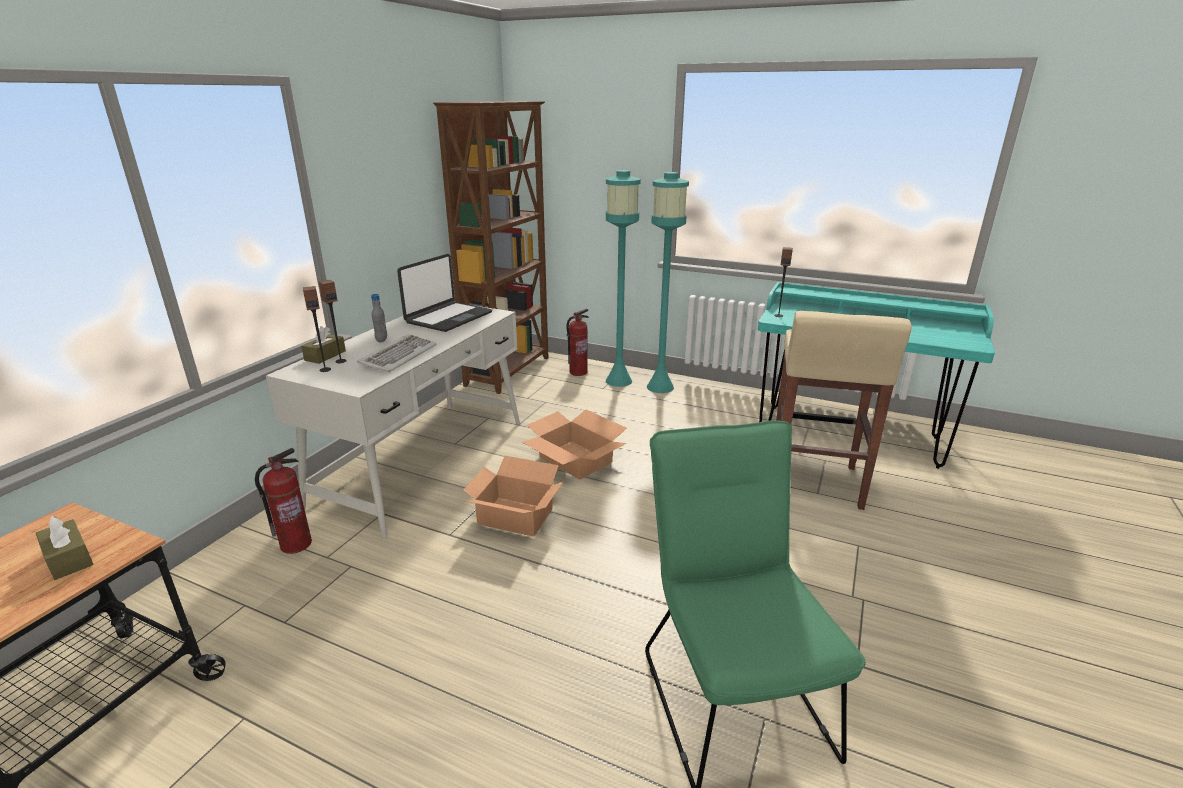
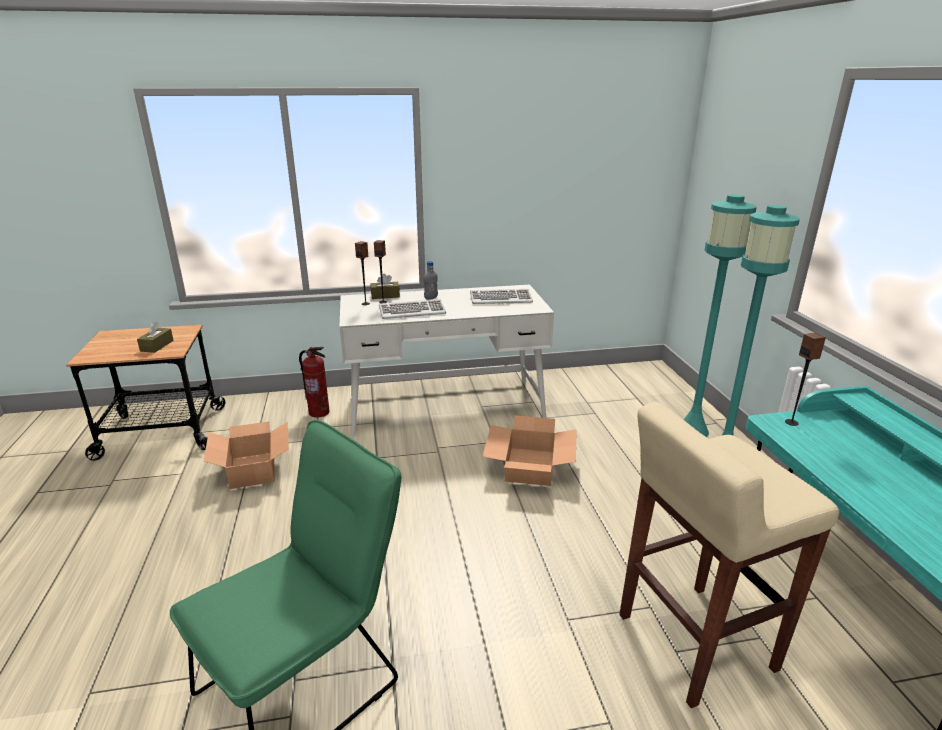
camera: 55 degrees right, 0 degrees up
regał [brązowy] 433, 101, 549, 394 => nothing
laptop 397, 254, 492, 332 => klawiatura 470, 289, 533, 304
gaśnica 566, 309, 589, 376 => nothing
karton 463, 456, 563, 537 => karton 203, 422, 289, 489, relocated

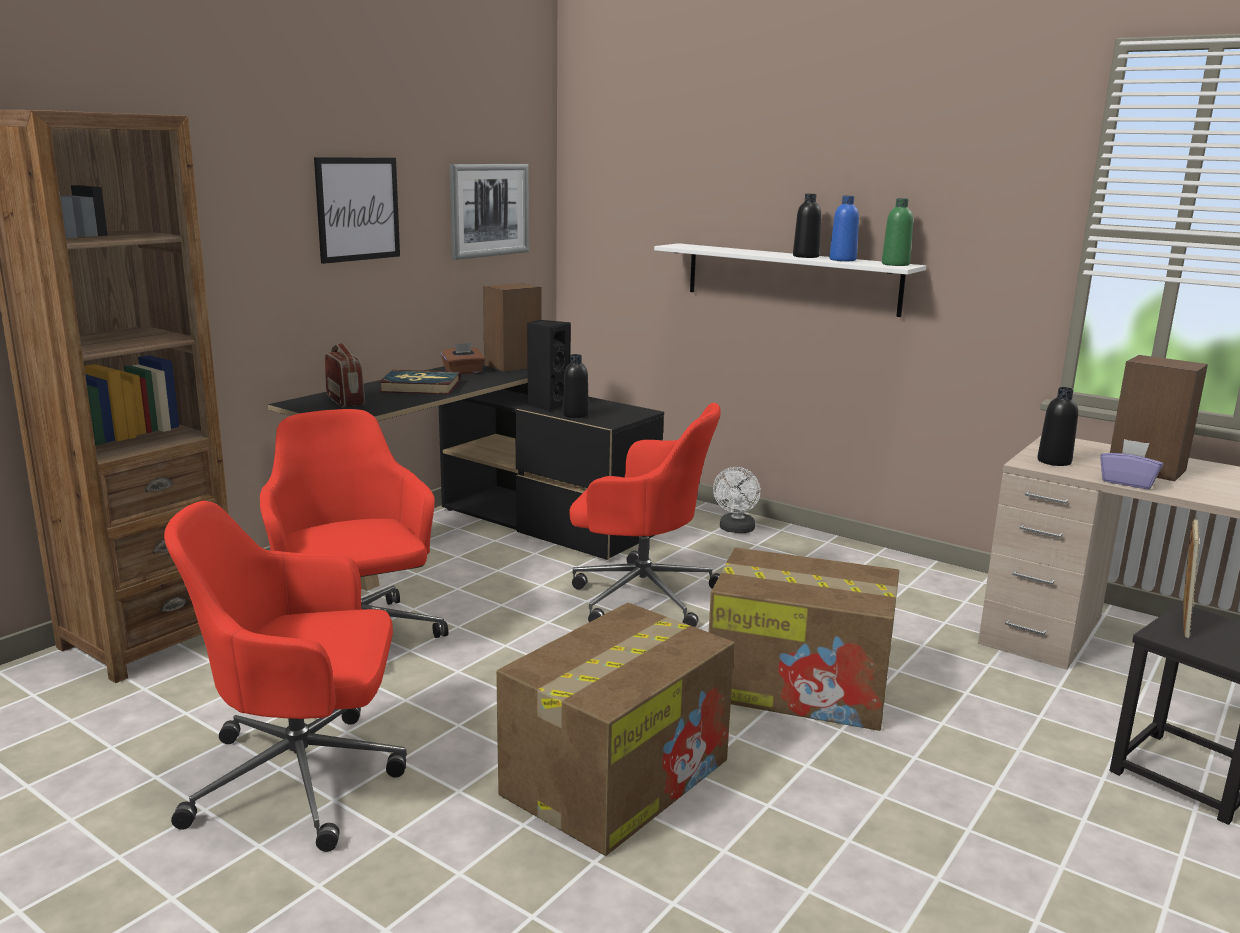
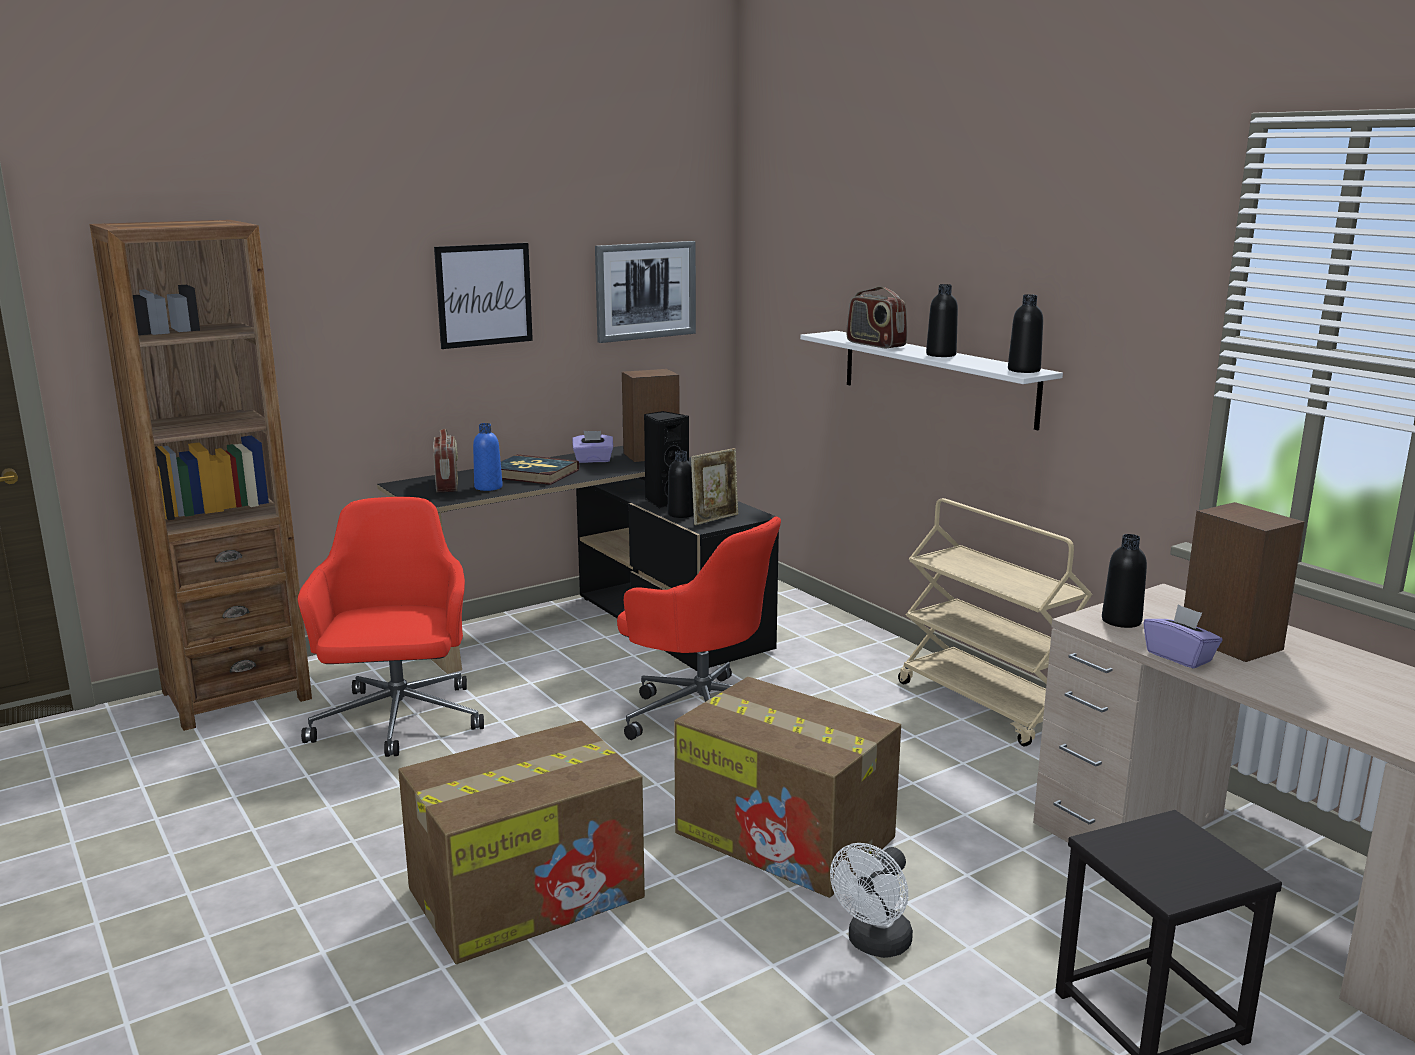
camera: 20 degrees right, 0 degrees up
butelka [niebieski] 829, 196, 859, 261 => butelka [niebieski] 473, 423, 503, 491, relocated
butelka [zielony] 882, 198, 913, 266 => butelka [czarny] 1008, 294, 1043, 373
pudełko chusteczek [brązowy] 441, 343, 485, 374 => pudełko chusteczek [fioletowy] 572, 431, 613, 463
wentylator [biały] 713, 467, 761, 533 => wentylator [biały] 830, 843, 913, 958, relocated
krzesło biurowe [czerwony] 164, 501, 407, 852 => nothing
ramka na zdjęcie 1183, 519, 1200, 638 => ramka na zdjęcie 691, 448, 738, 525, relocated
nothing => radio 846, 286, 907, 348
nothing => wózek [beżowy] 898, 498, 1092, 747

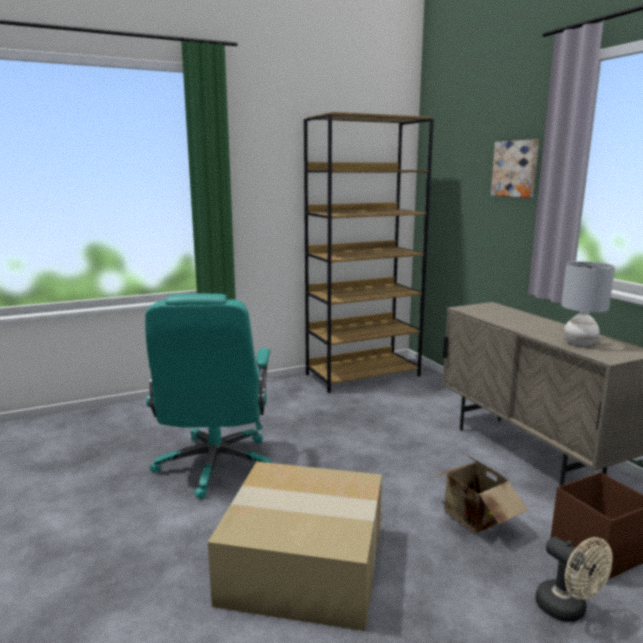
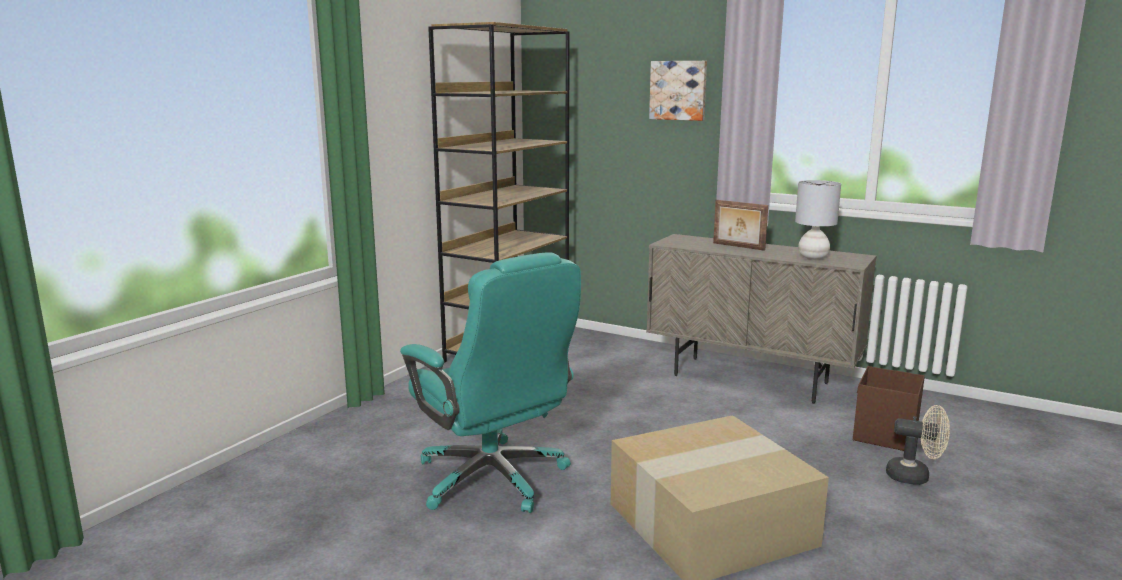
camera: 35 degrees left, 0 degrees up
karton 430, 453, 528, 534 => nothing
nothing => ramka na zdjęcie 713, 200, 768, 251

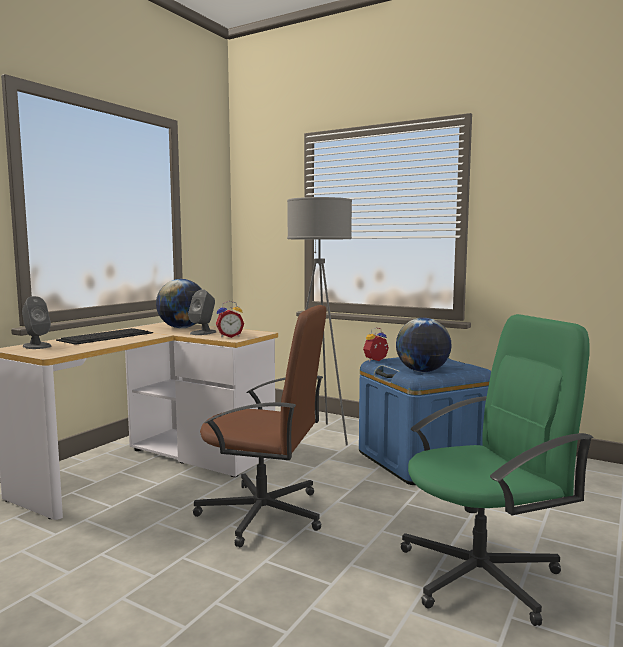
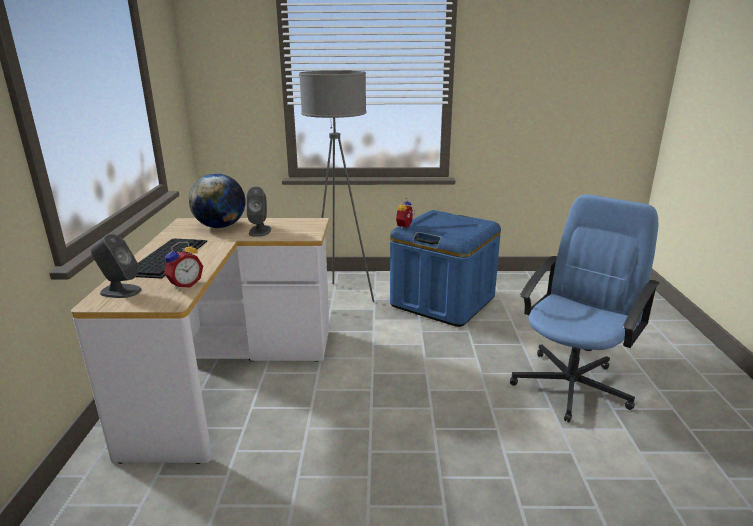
camera: 30 degrees left, 15 degrees up
budzik 216, 301, 244, 338 => budzik 164, 242, 203, 290, relocated
krzesło biurowe [brązowy] 193, 305, 326, 547 => nothing
krzesło biurowe [zielony] 401, 314, 594, 626 => krzesło biurowe [niebieski] 510, 194, 660, 422
globus 396, 318, 452, 372 => nothing

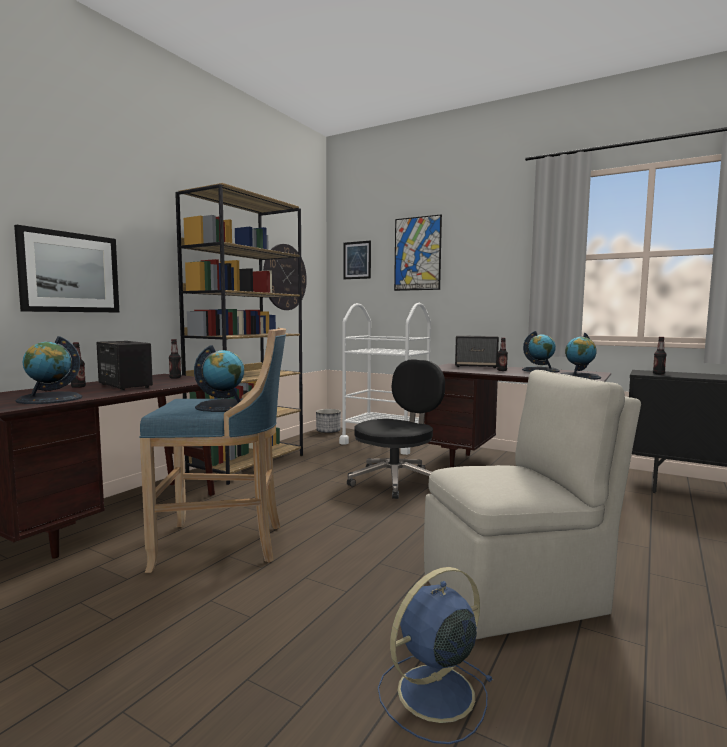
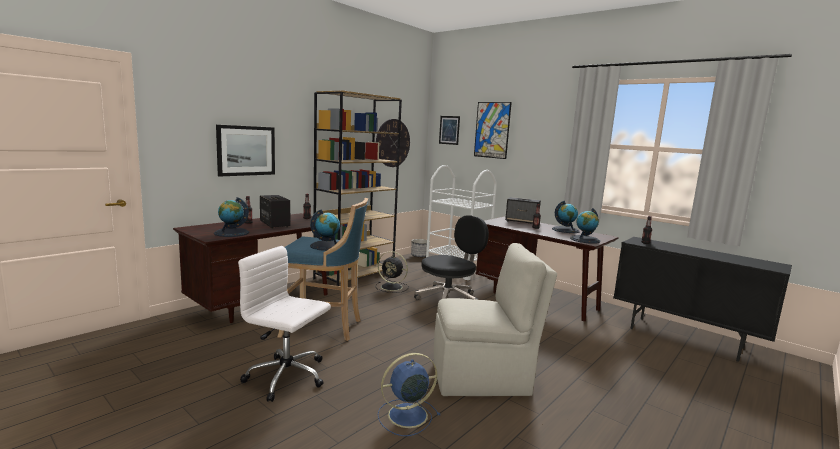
camera: 10 degrees right, 5 degrees up
nothing => krzesło biurowe [biały] 238, 246, 331, 402
nothing => wentylator [czarny] 376, 251, 409, 293

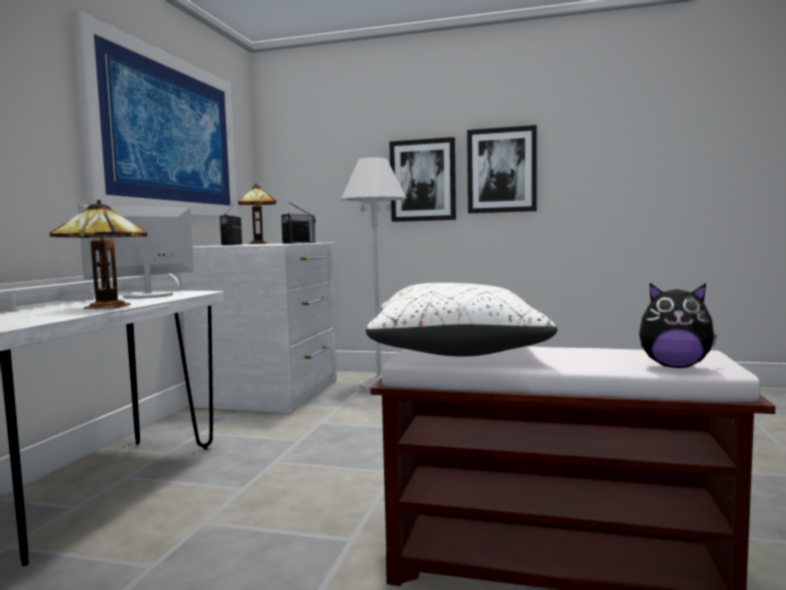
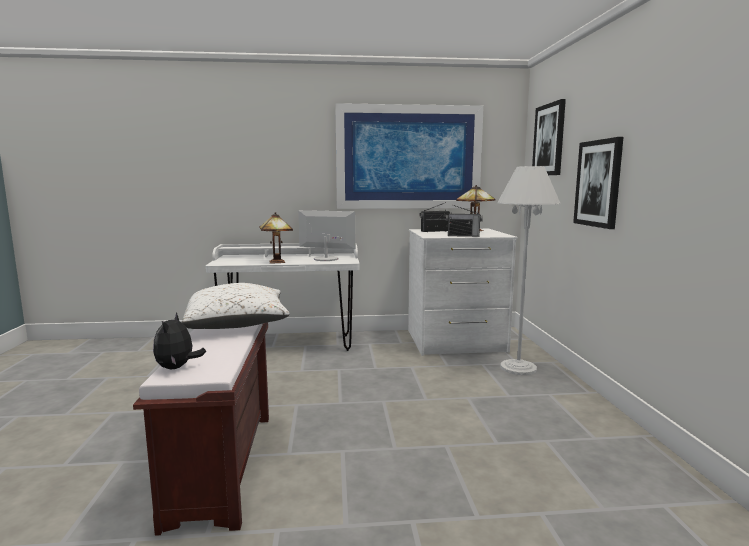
camera: 70 degrees right, 5 degrees up
obraz 467, 125, 537, 213 => obraz 532, 99, 566, 175, relocated

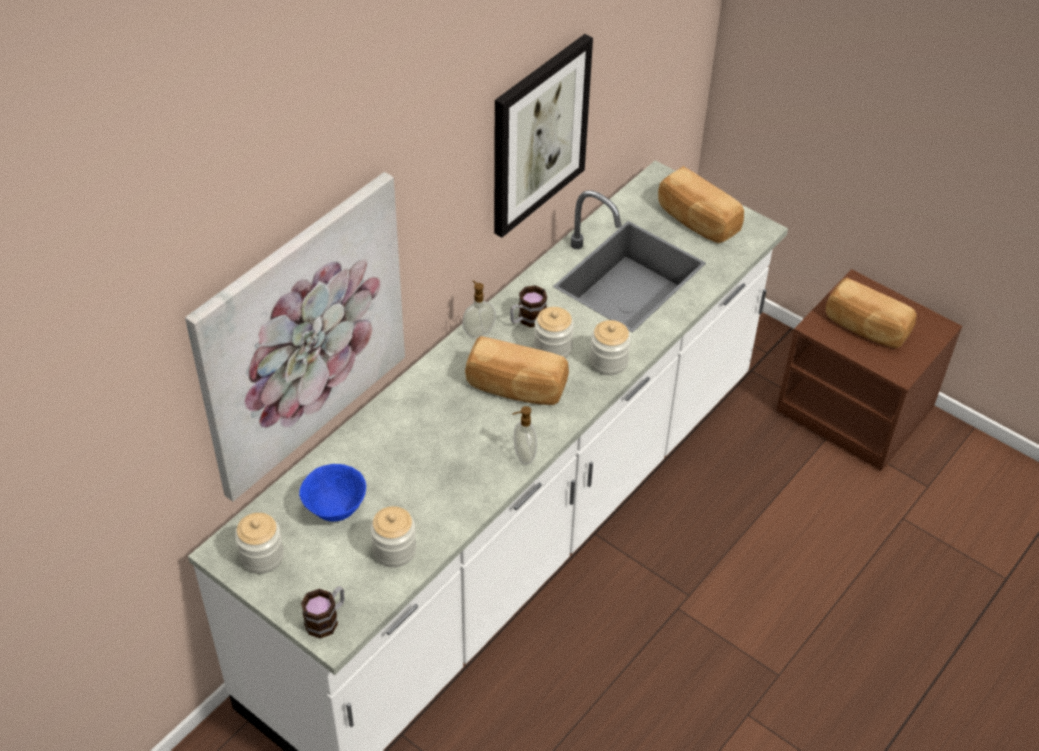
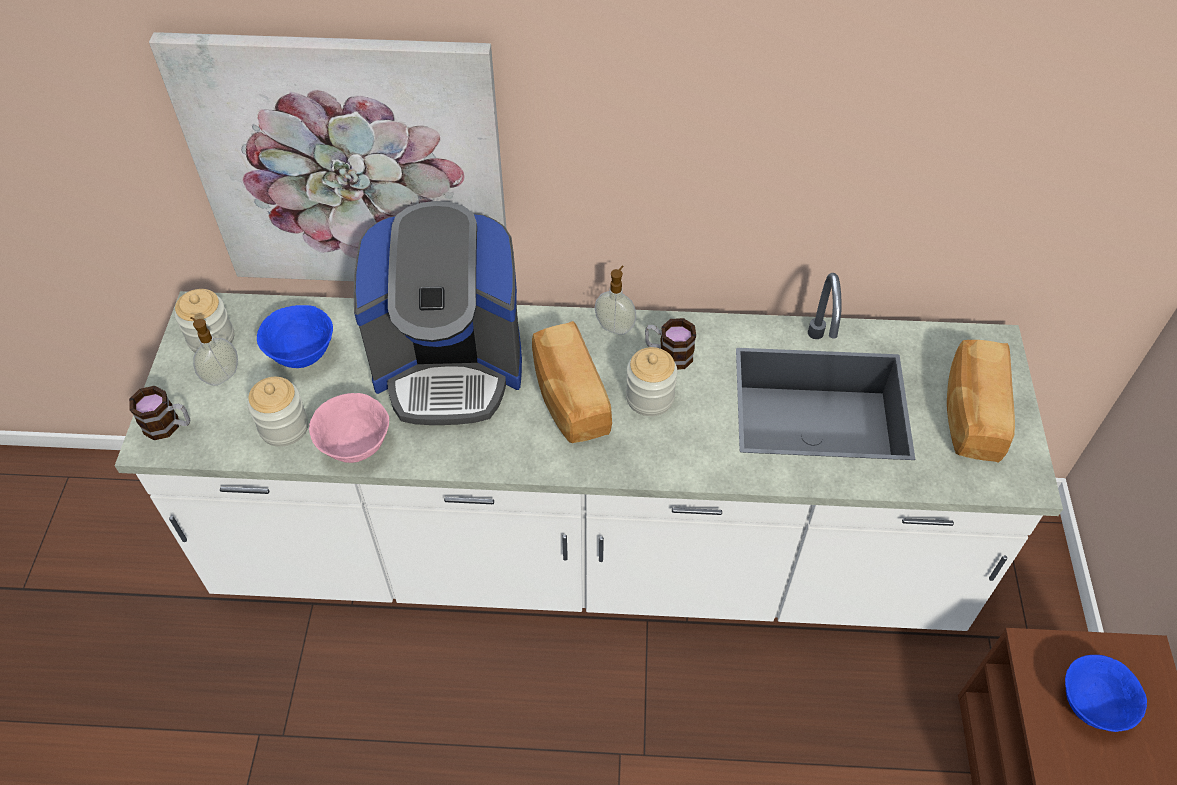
camera: 55 degrees right, 5 degrees up
obraz 494, 34, 593, 238 => nothing
chleb 826, 278, 917, 348 => miska [niebieski] 1065, 655, 1147, 732
słoik 590, 320, 631, 375 => nothing
dozownik mydła 513, 406, 537, 464 => dozownik mydła 191, 317, 238, 386, relocated
nothing => ekspres do kawy 354, 201, 522, 425
nothing => miska [różowy] 309, 393, 389, 463

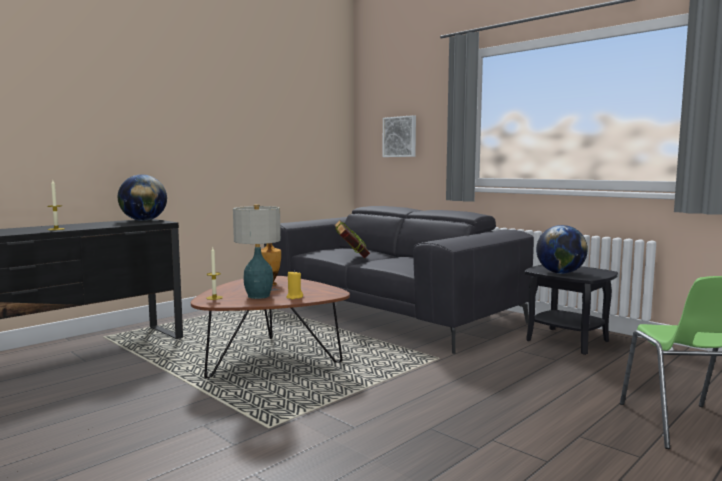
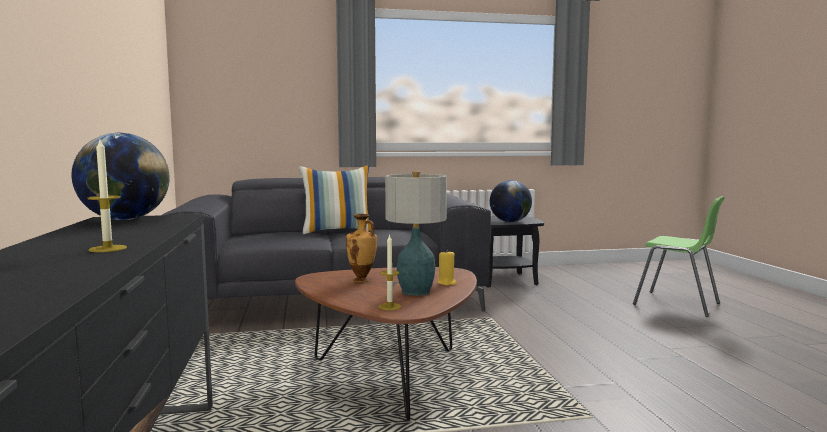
camera: 55 degrees left, 0 degrees up
obraz 383, 115, 416, 157 => nothing
książka 334, 220, 370, 258 => nothing
nothing => poduszka 299, 165, 371, 234

